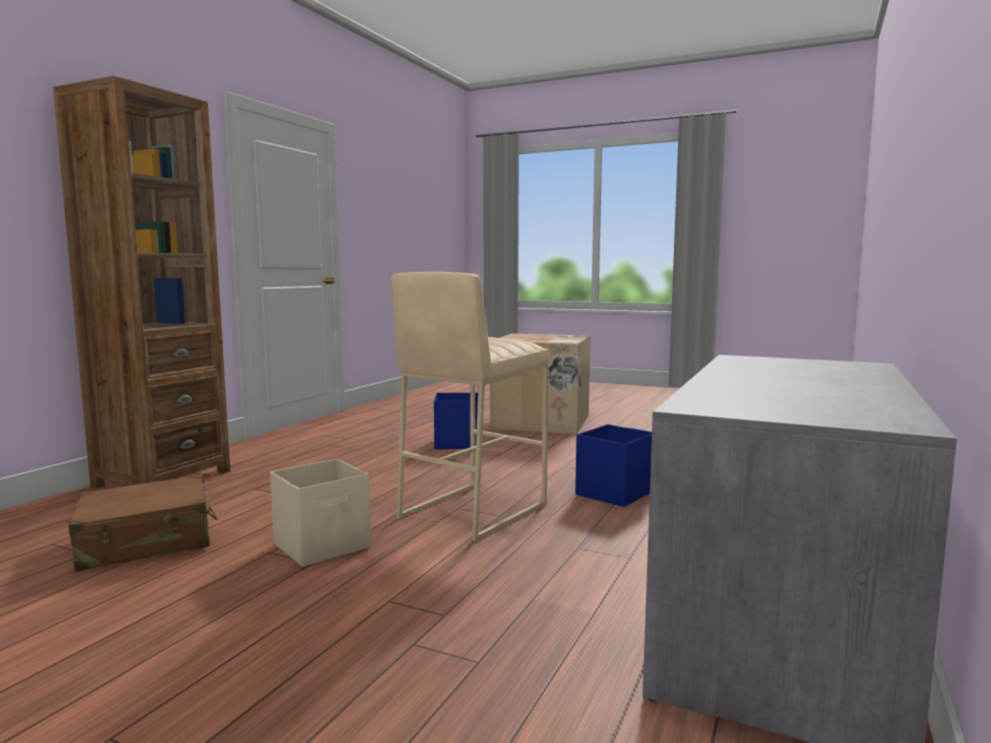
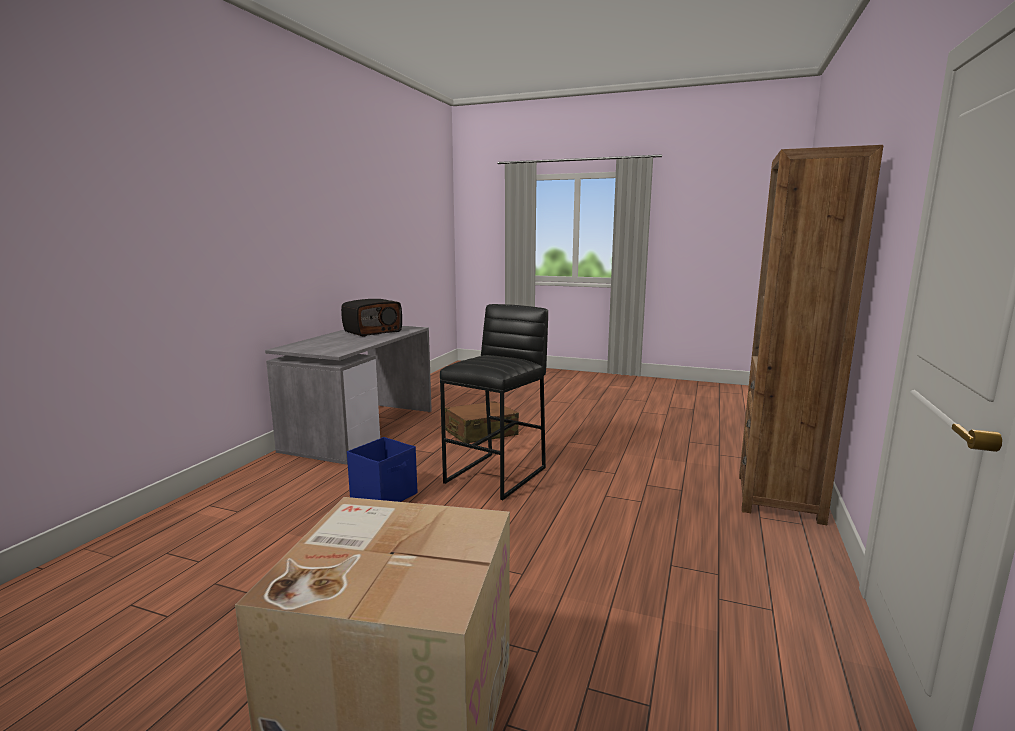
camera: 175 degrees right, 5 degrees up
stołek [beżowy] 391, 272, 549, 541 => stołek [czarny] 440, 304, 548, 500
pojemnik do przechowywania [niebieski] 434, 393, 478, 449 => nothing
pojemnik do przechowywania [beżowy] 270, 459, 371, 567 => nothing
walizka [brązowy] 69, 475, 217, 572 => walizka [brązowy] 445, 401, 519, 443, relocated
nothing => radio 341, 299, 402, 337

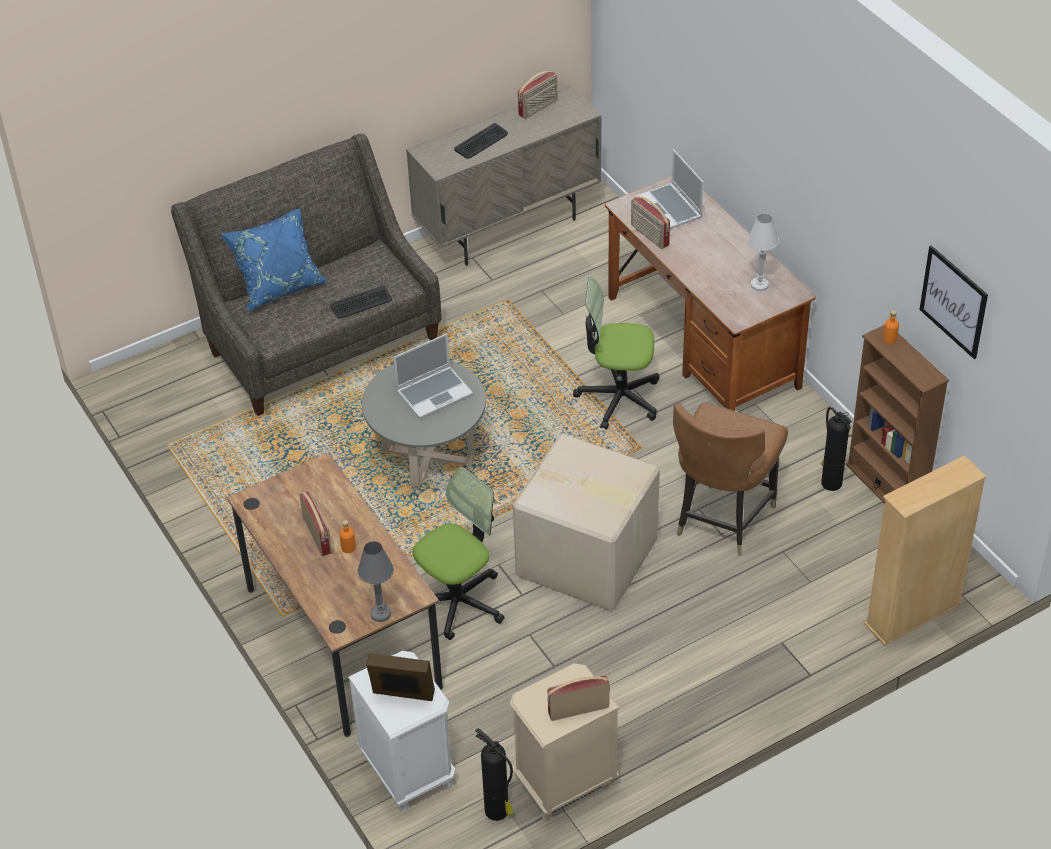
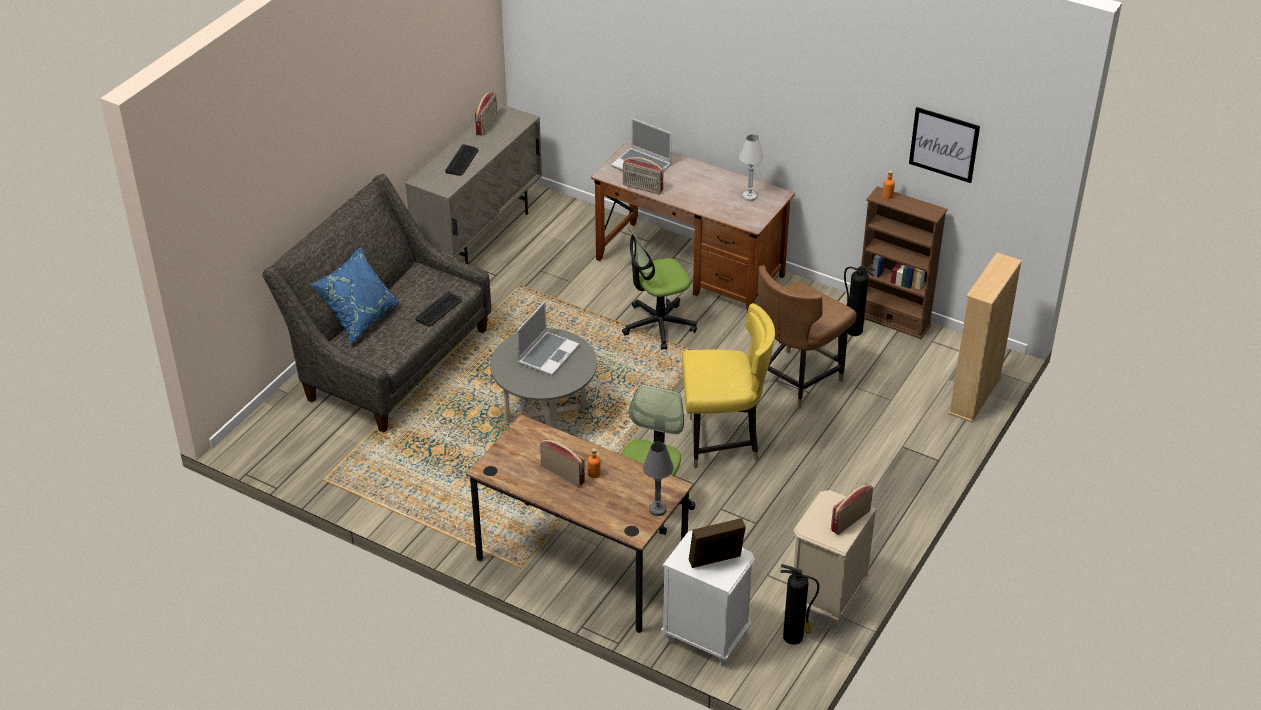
camera: 30 degrees left, 5 degrees down
krzesło [brązowy] 673, 403, 788, 556 => krzesło [brązowy] 758, 265, 856, 409, 45 degrees clockwise
karton 513, 434, 660, 611 => krzesło [żółty] 682, 303, 775, 468

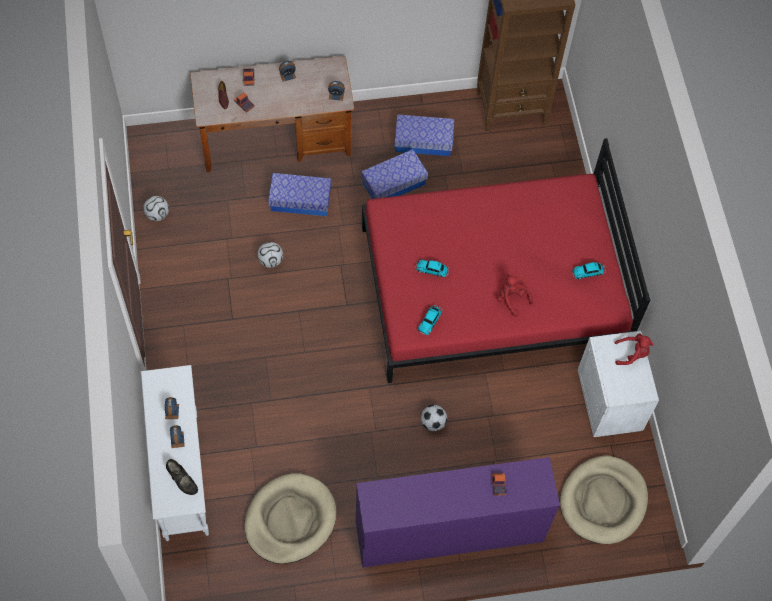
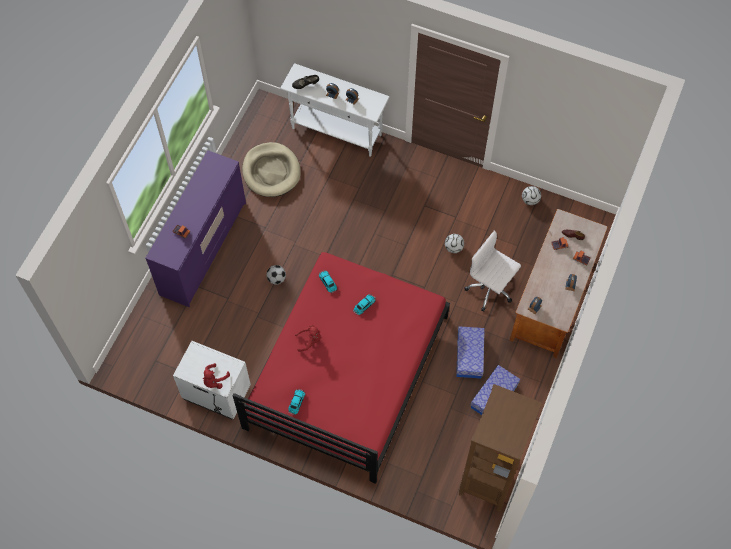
camera: 125 degrees right, 0 degrees up
pojemnik do przechowywania 268, 173, 331, 216 => krzesło biurowe [biały] 465, 230, 521, 311
legowisko [beżowy] 560, 455, 648, 544 => nothing

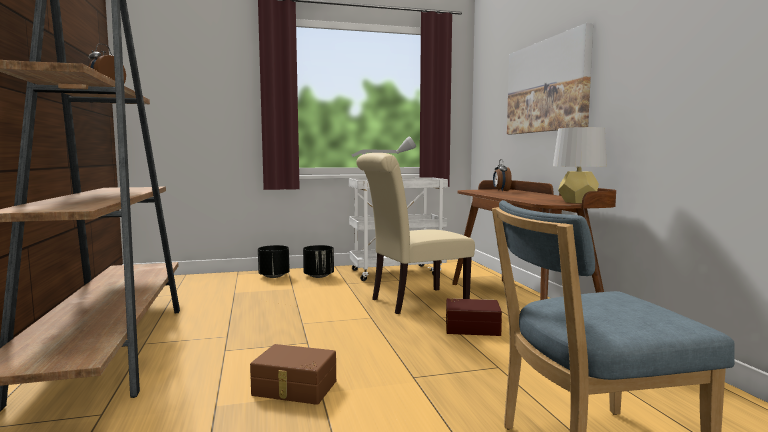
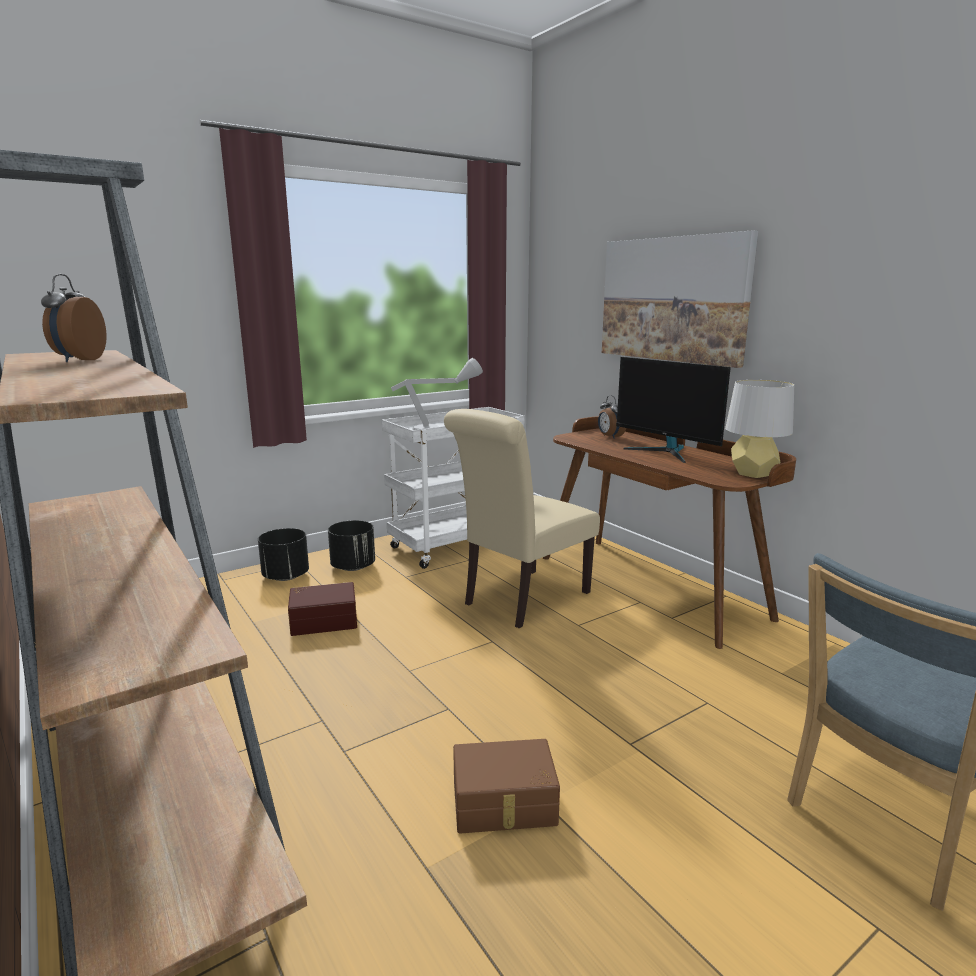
camera: 20 degrees left, 10 degrees up
pojemnik do przechowywania [brązowy] 446, 298, 502, 336 => pojemnik do przechowywania [brązowy] 288, 582, 357, 636, relocated
nothing => monitor 616, 357, 731, 463

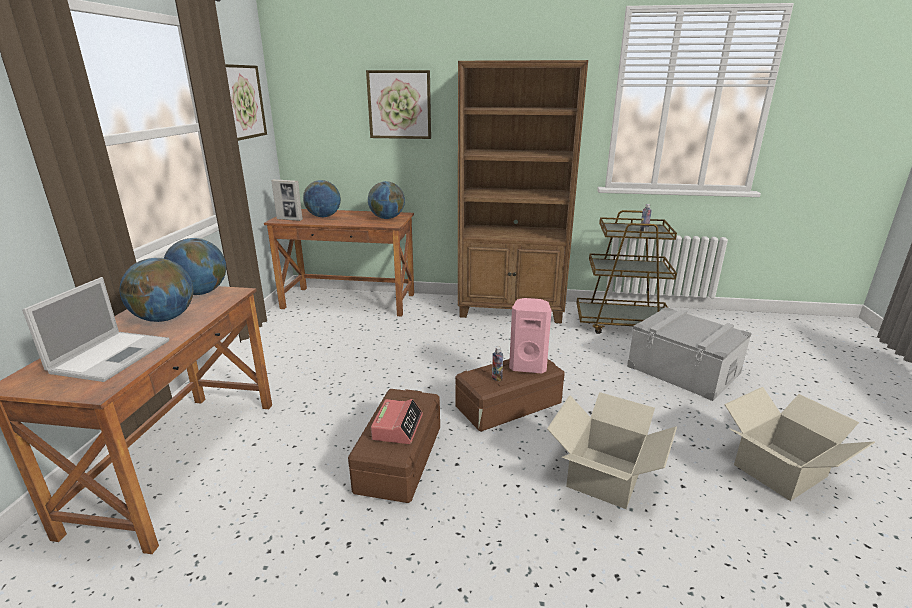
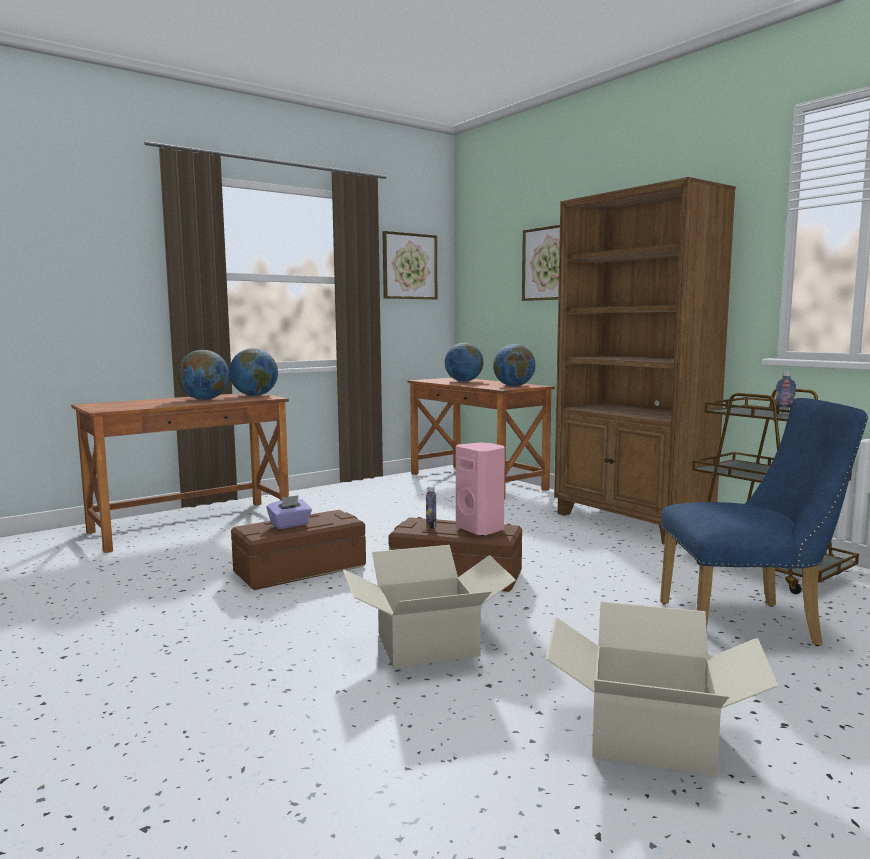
camera: 45 degrees right, 15 degrees down
ramka na zdjęcie 271, 179, 303, 221 => nothing
laptop 22, 277, 169, 382 => nothing
pojemnik do przechowywania [szary] 627, 307, 752, 401 => krzesło [niebieski] 660, 398, 868, 646
budzik 371, 399, 423, 444 => pudełko chusteczek [fioletowy] 267, 495, 312, 529

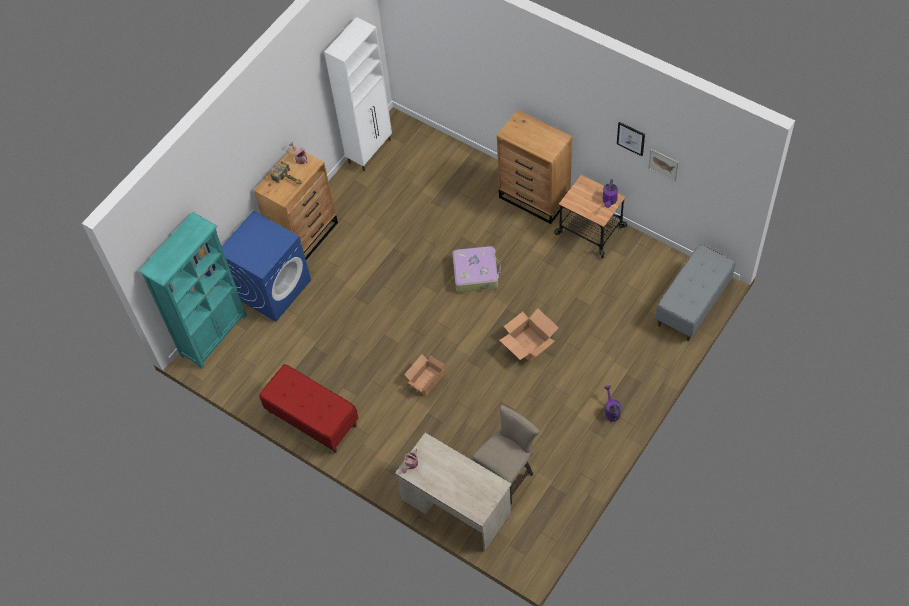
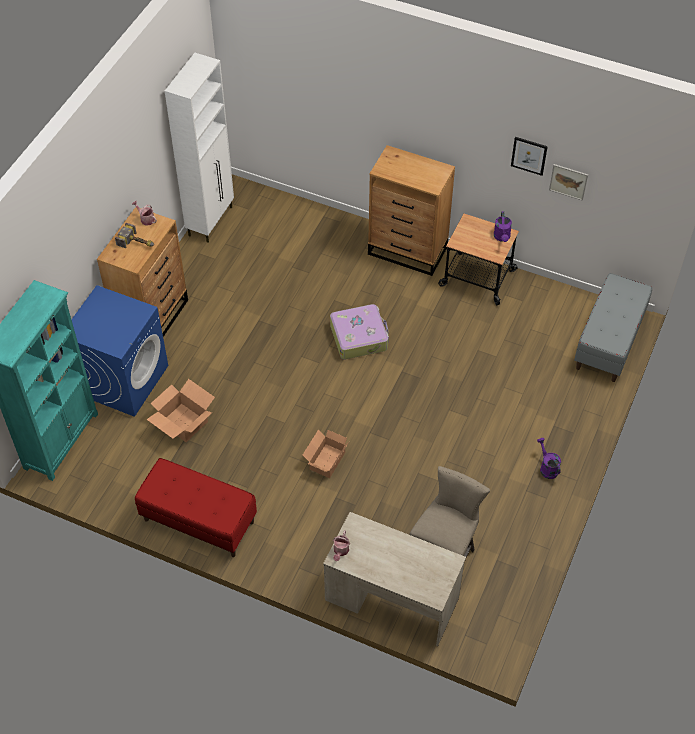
camera: 15 degrees left, 5 degrees down
karton 500, 309, 559, 362 => karton 146, 379, 215, 442, relocated

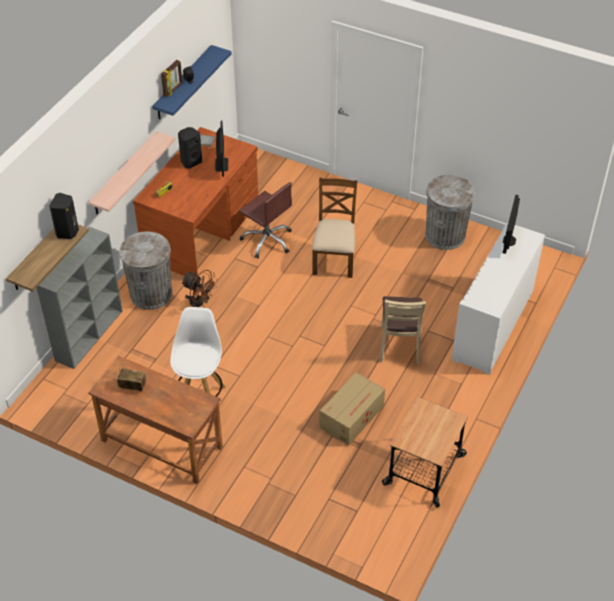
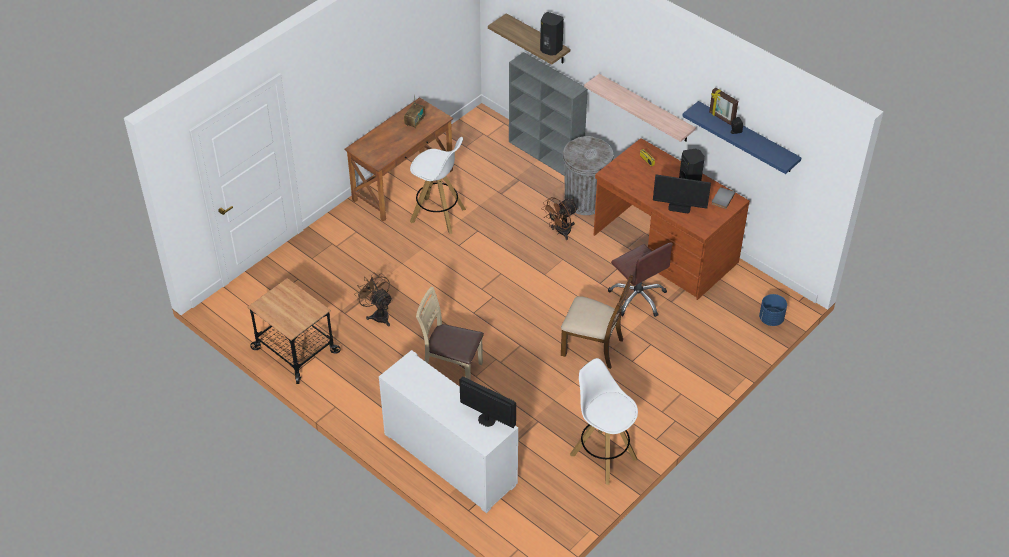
camera: 105 degrees right, 0 degrees up
kosz na śmieci [szary] 425, 175, 475, 250 => stołek [biały] 570, 358, 638, 485
krzesło biurowe [brązowy] 239, 182, 292, 258 => krzesło biurowe [brązowy] 608, 242, 673, 317, 90 degrees counterclockwise
karton 319, 372, 385, 446 => wentylator [brązowy] 354, 273, 392, 327
nothing => donica [niebieski] 759, 294, 787, 326

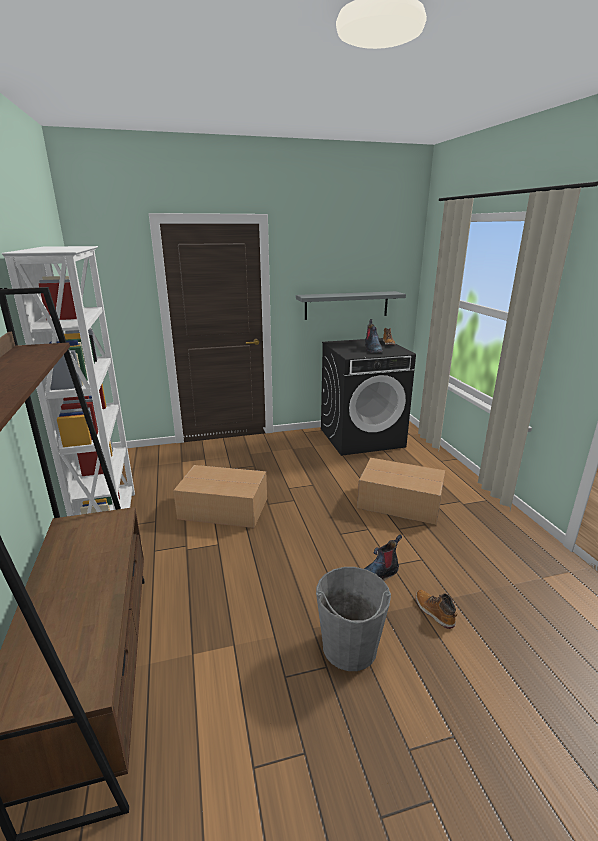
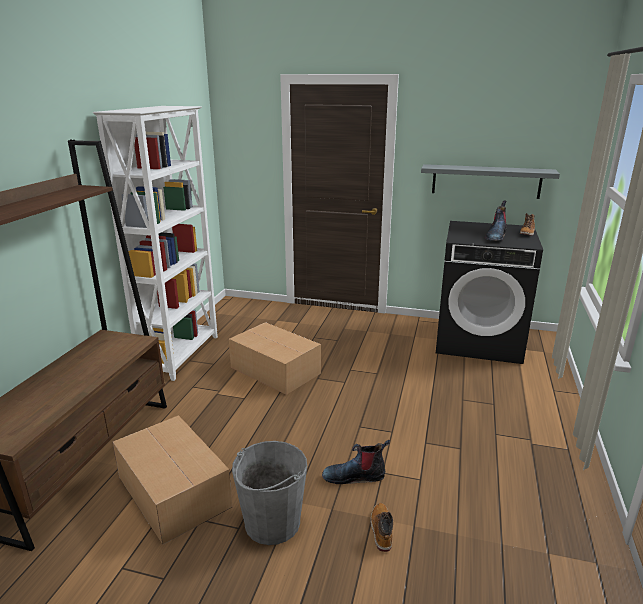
camera: 30 degrees right, 0 degrees up
karton 357, 458, 445, 525 => karton 113, 415, 232, 545, relocated

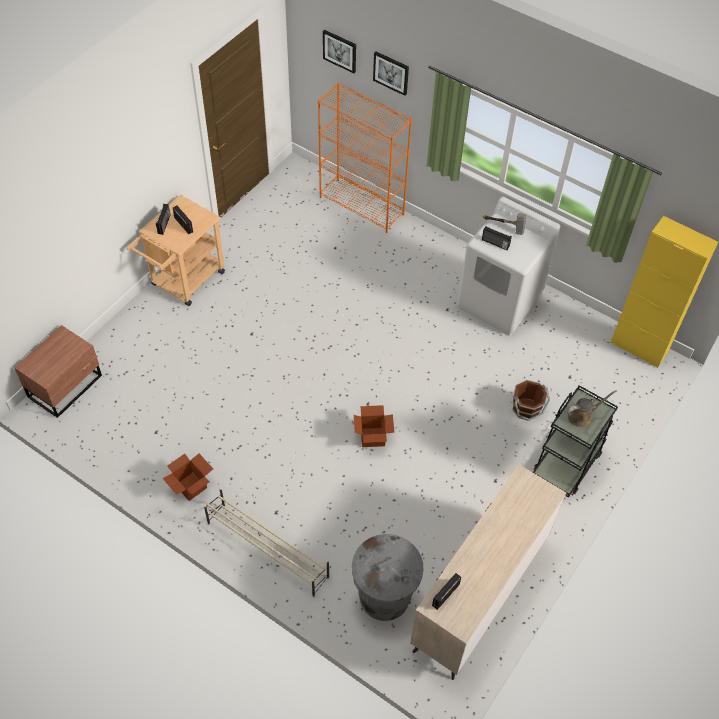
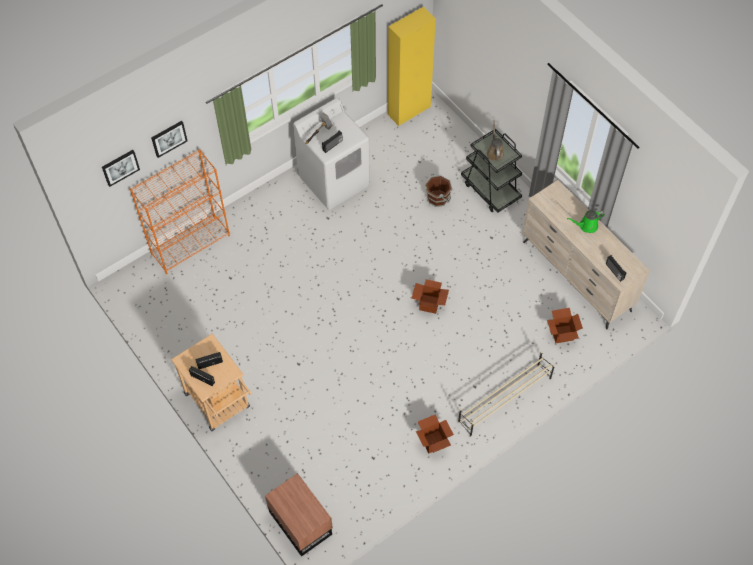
camera: 70 degrees left, 5 degrees up
kosz na śmieci [szary] 352, 534, 423, 621 => karton 547, 308, 583, 343
nothing => konewka [zielony] 567, 210, 605, 233

